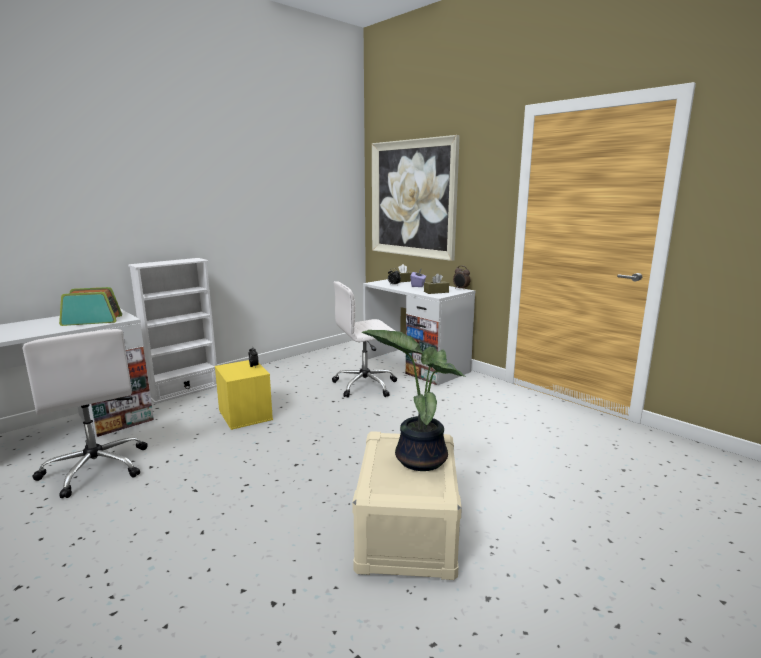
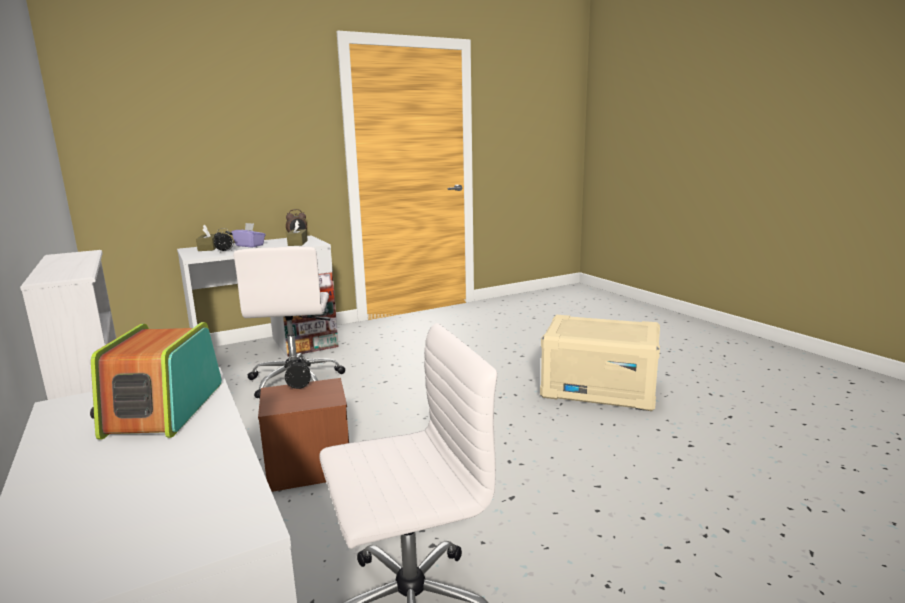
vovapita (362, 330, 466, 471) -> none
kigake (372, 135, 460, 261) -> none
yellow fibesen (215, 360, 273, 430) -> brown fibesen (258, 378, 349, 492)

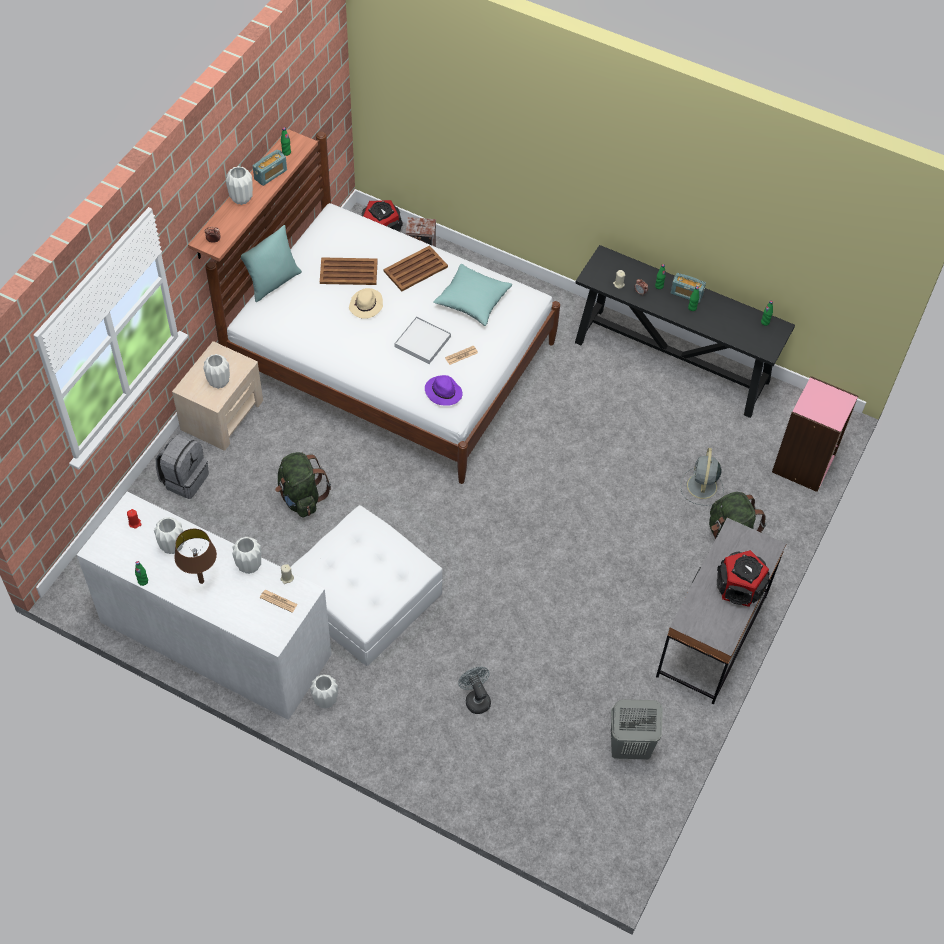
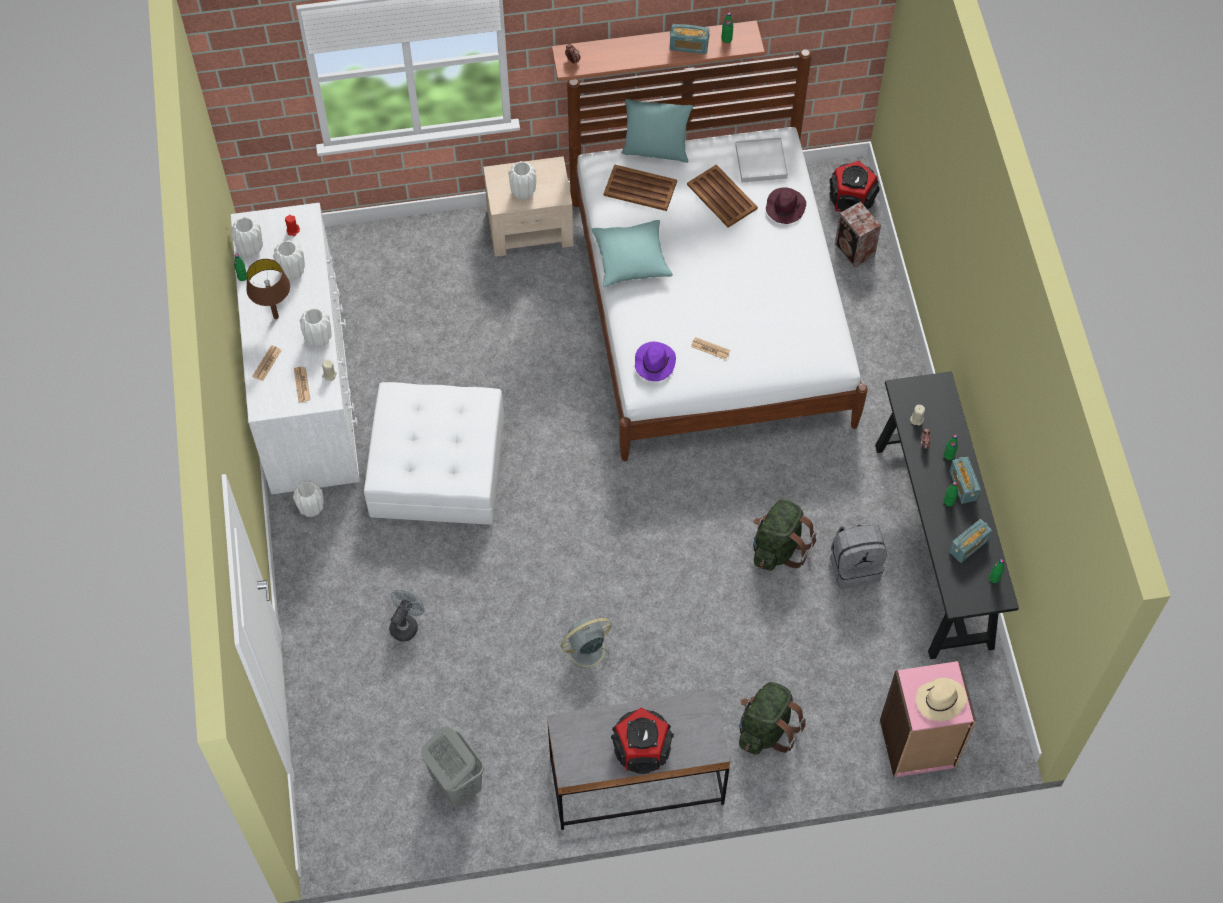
none -> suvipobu (252, 345, 282, 381)
none -> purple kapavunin (766, 187, 806, 224)
none -> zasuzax (949, 519, 992, 563)
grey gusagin (156, 434, 209, 499) -> grey gusagin (830, 523, 887, 589), moved
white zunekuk (226, 166, 253, 205) -> white zunekuk (231, 217, 263, 257), moved
green gusagin (275, 452, 331, 518) -> green gusagin (753, 499, 816, 571), moved
beige kapavunin (349, 288, 383, 319) -> beige kapavunin (916, 678, 967, 721), moved
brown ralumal (383, 245, 448, 291) -> brown ralumal (604, 164, 677, 211), moved
white ralumal (394, 316, 451, 364) -> white ralumal (735, 137, 788, 182), moved
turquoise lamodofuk (433, 264, 512, 326) -> turquoise lamodofuk (591, 220, 673, 287), moved
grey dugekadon (680, 448, 724, 506) -> grey dugekadon (558, 618, 617, 677), moved

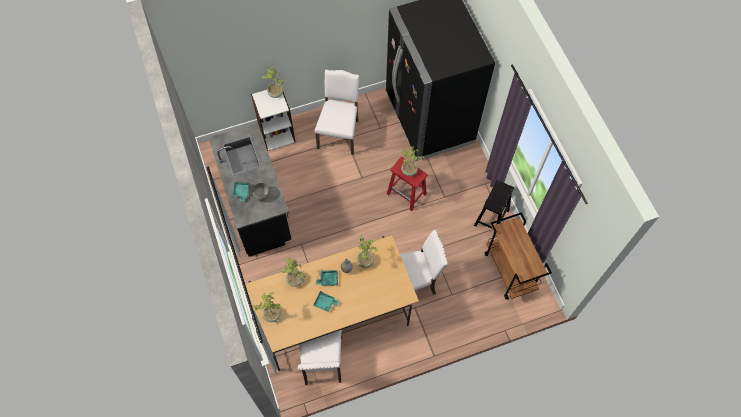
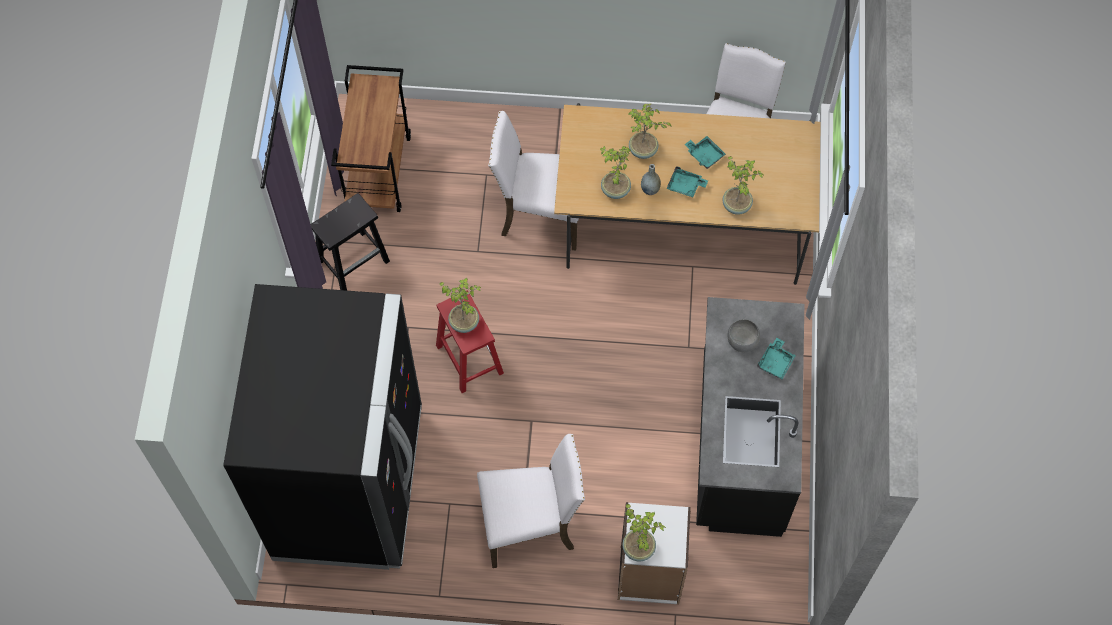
vovapita (252, 292, 281, 322) -> vovapita (628, 103, 671, 159), moved
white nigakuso (315, 69, 359, 155) -> white nigakuso (477, 434, 585, 568), 135 degrees counterclockwise

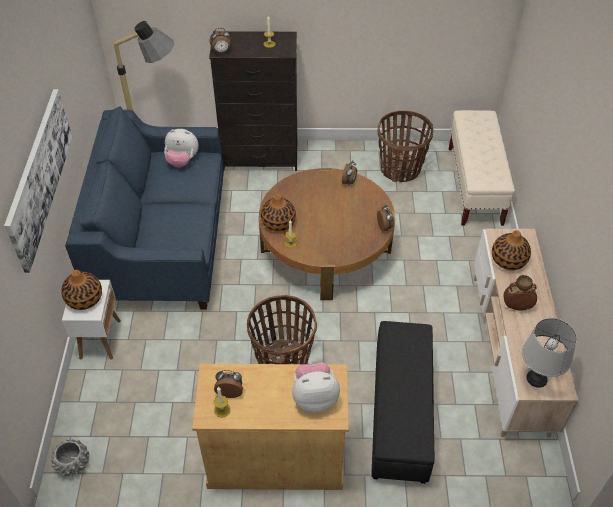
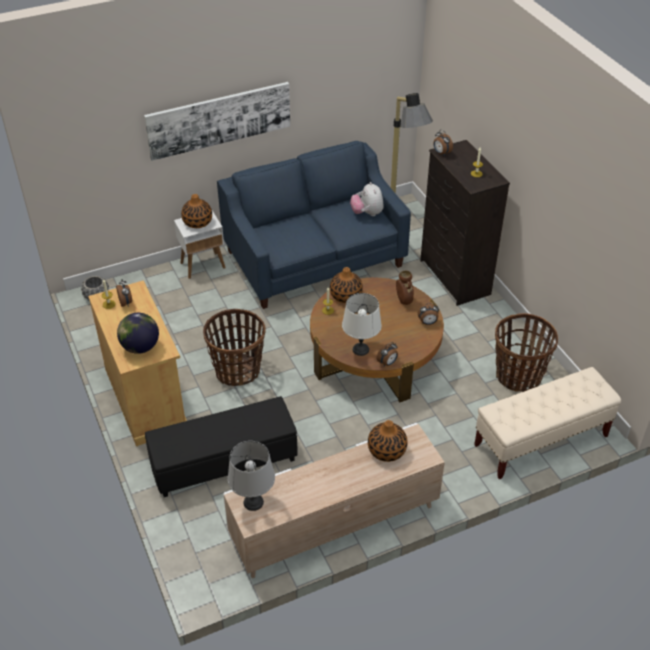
none -> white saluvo (342, 293, 382, 356)
brown zunekuk (503, 275, 537, 310) -> brown zunekuk (396, 270, 414, 305), moved
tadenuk (292, 363, 340, 413) -> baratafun (117, 313, 159, 354)

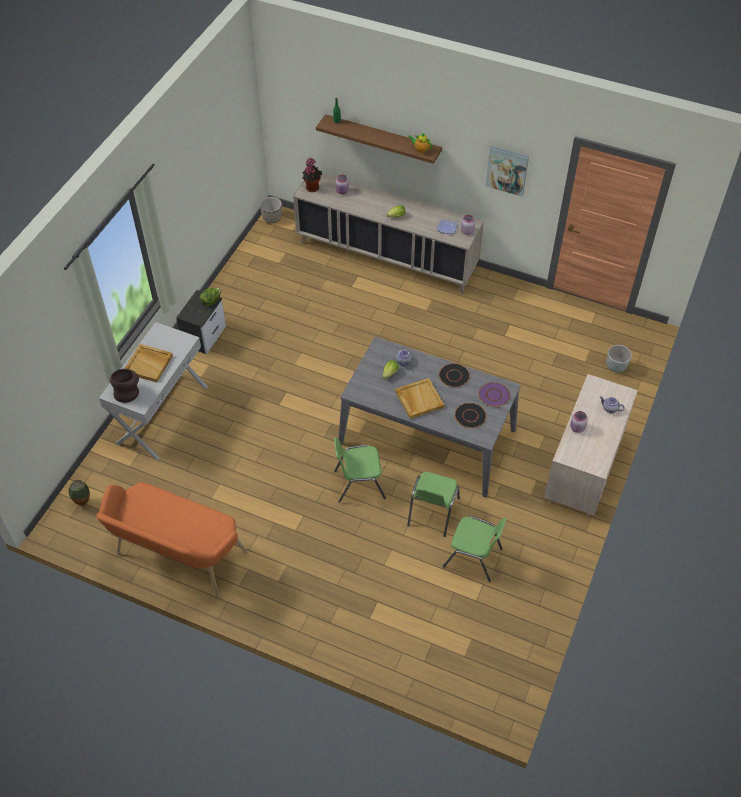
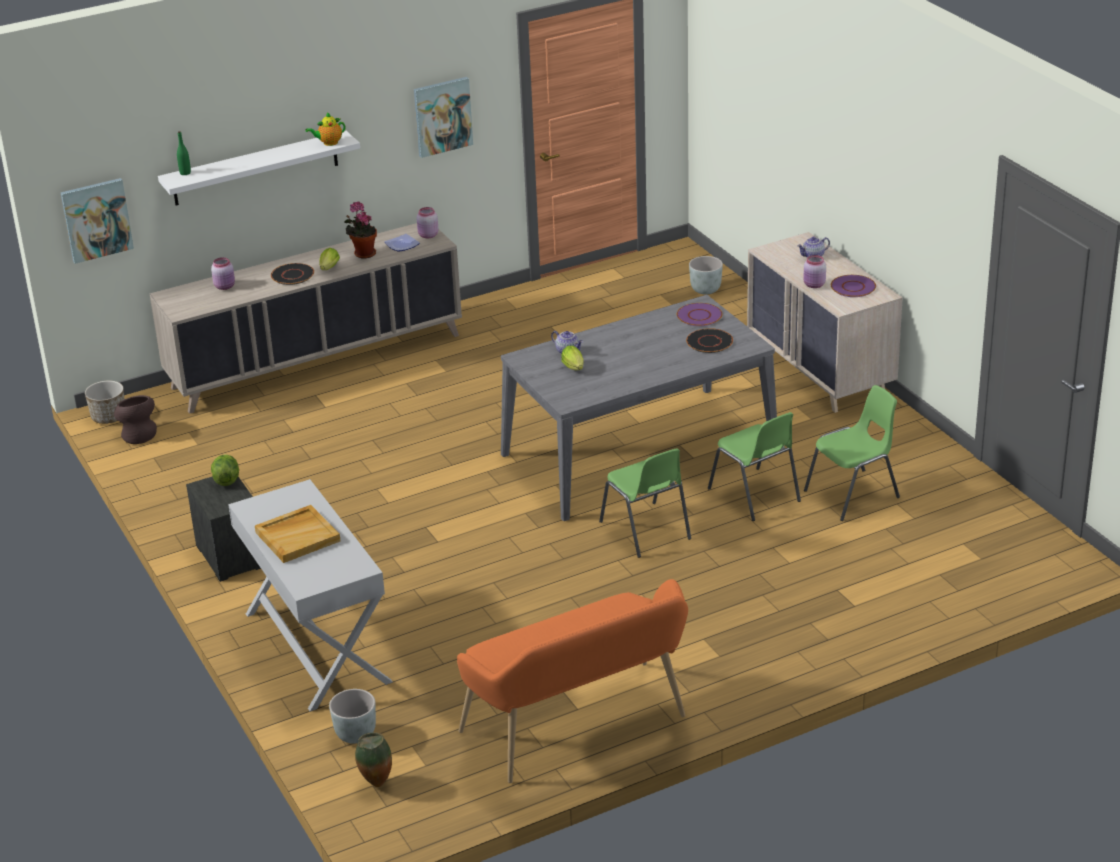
beige ralumal (395, 378, 444, 419) -> none
none -> kigake (61, 178, 134, 264)
none -> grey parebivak (329, 689, 376, 744)
none -> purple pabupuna (831, 275, 876, 297)
brown zunekuk (110, 369, 139, 403) -> brown zunekuk (114, 395, 157, 444), moved
vovapita (303, 158, 322, 192) -> vovapita (345, 202, 377, 259), moved
black pabupuna (439, 363, 470, 387) -> black pabupuna (271, 263, 314, 285), moved
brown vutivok (316, 114, 442, 164) -> white vutivok (158, 131, 360, 205)
green nigakuso (334, 437, 386, 503) -> green nigakuso (599, 448, 691, 558), 60 degrees counterclockwise

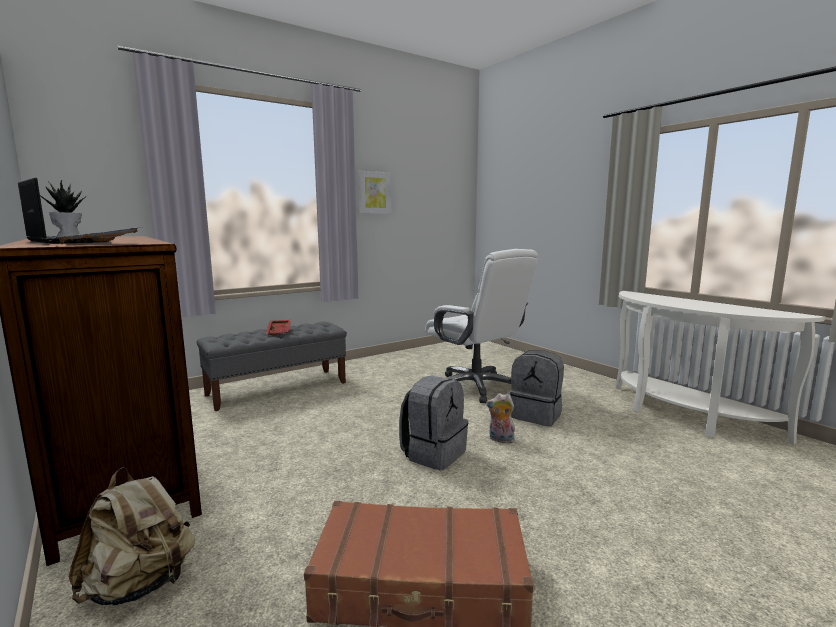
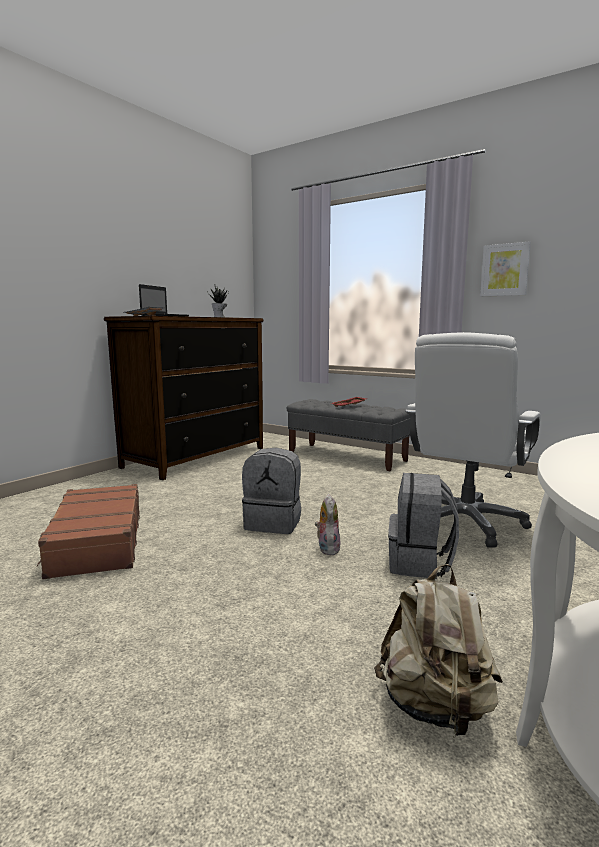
beige gusagin (69, 467, 195, 605) -> beige gusagin (374, 564, 503, 737), moved

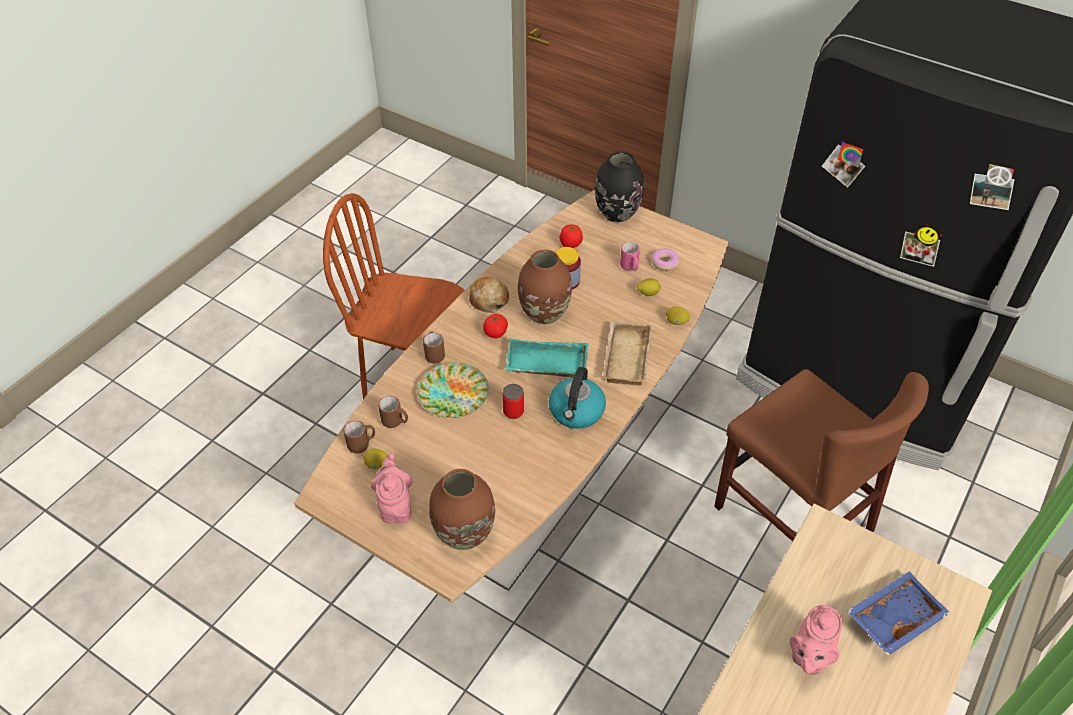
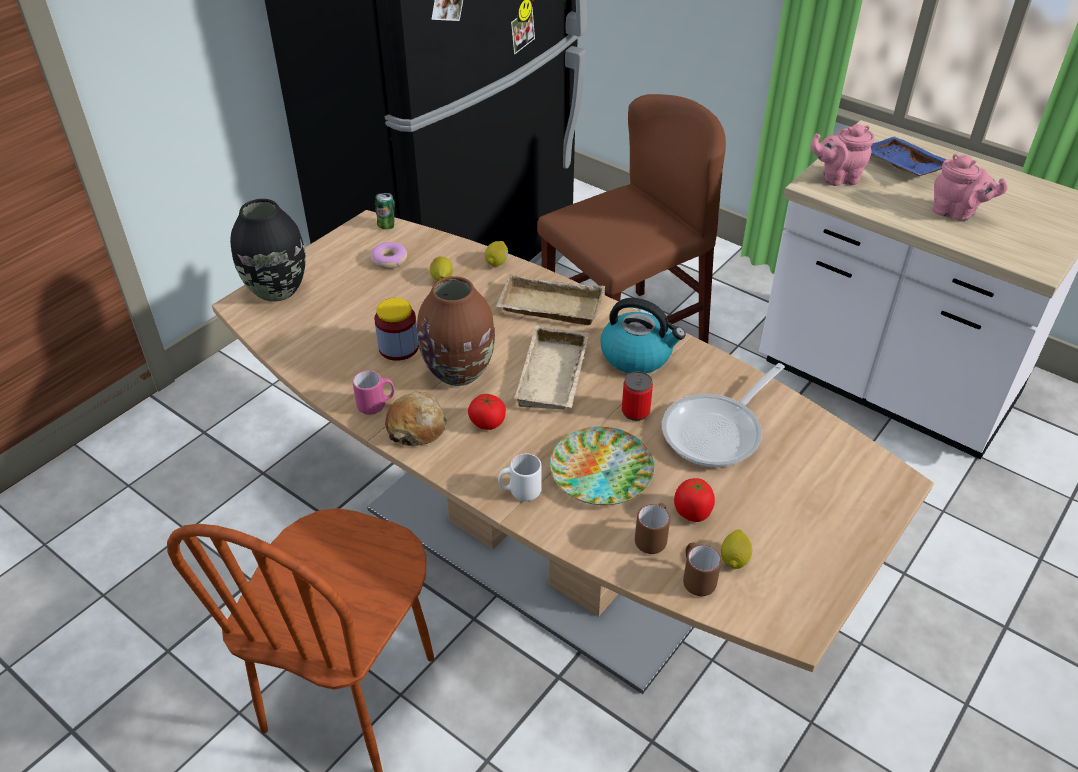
brown zunekuk (429, 469, 495, 550) -> none
none -> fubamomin (375, 193, 395, 229)
none -> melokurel (662, 363, 785, 467)
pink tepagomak (371, 454, 413, 523) -> pink tepagomak (810, 124, 875, 186), moved
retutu (560, 224, 583, 248) -> retutu (674, 478, 715, 522), moved
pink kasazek (620, 242, 640, 271) -> pink kasazek (353, 371, 395, 415), moved
brown kasazek (423, 331, 445, 363) -> white kasazek (498, 454, 542, 501)
turquoise ralumal (505, 339, 588, 378) -> beige ralumal (514, 325, 589, 410)

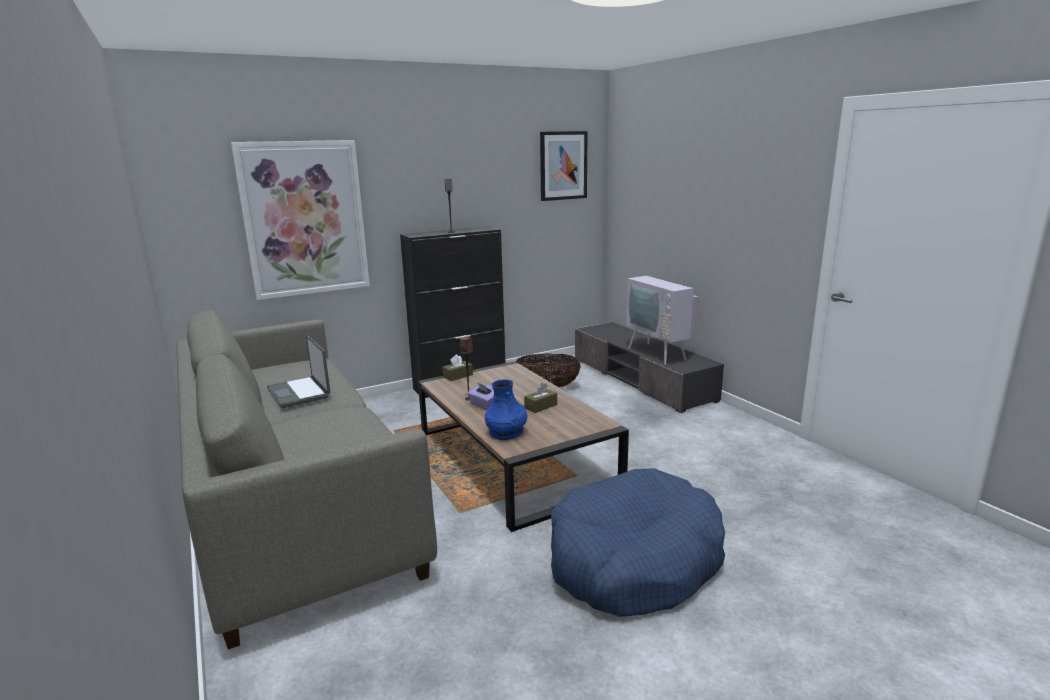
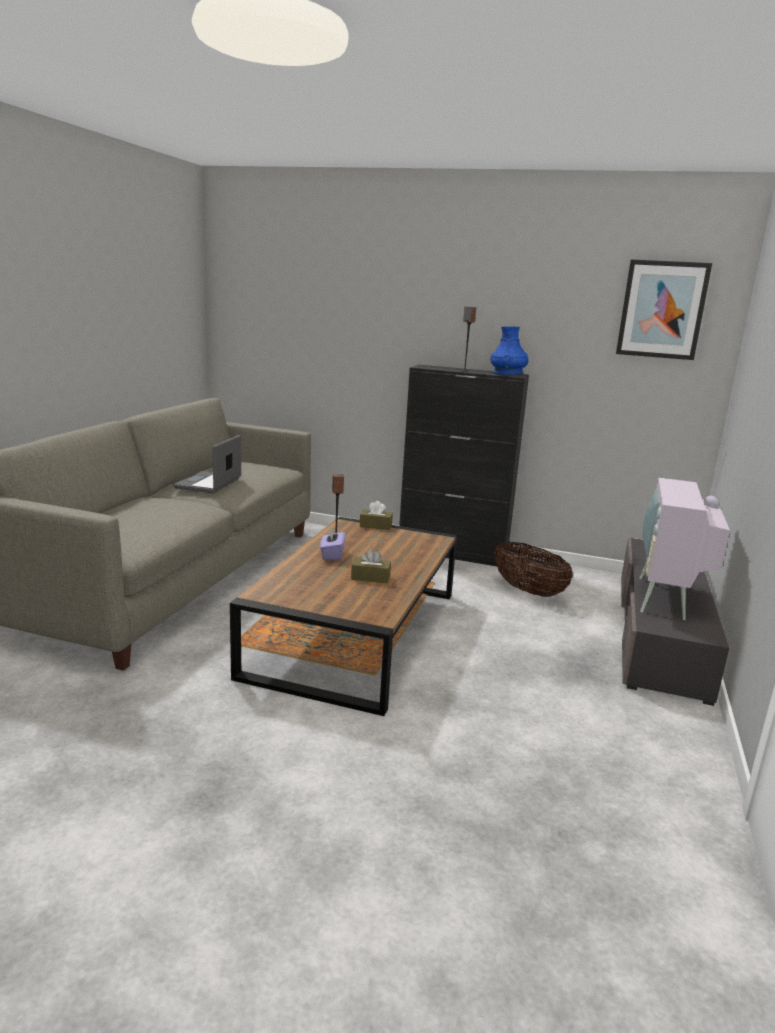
kigake (231, 140, 370, 300) -> none
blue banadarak (551, 468, 725, 617) -> none
blue zunekuk (485, 379, 527, 440) -> blue zunekuk (490, 327, 529, 375), moved

